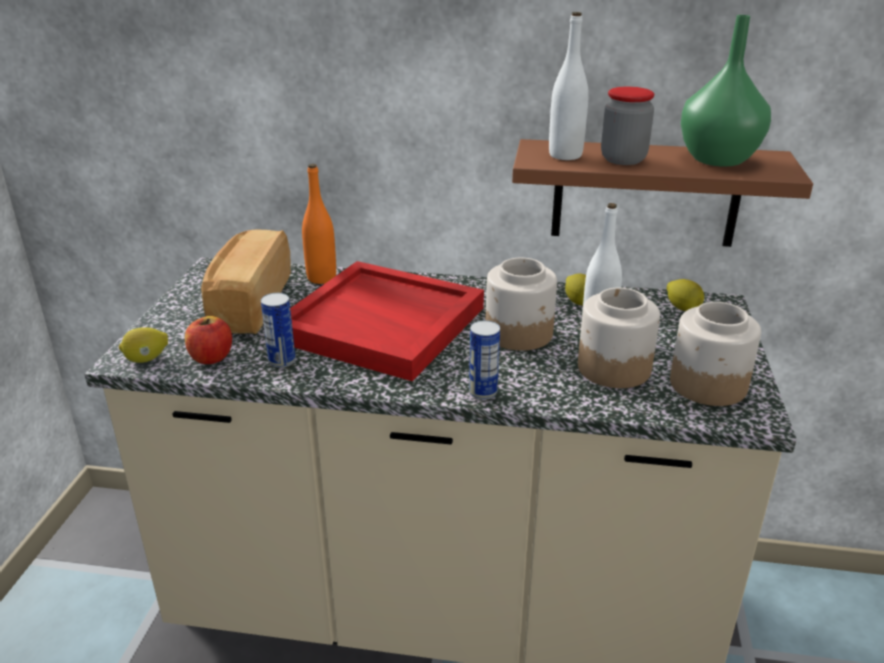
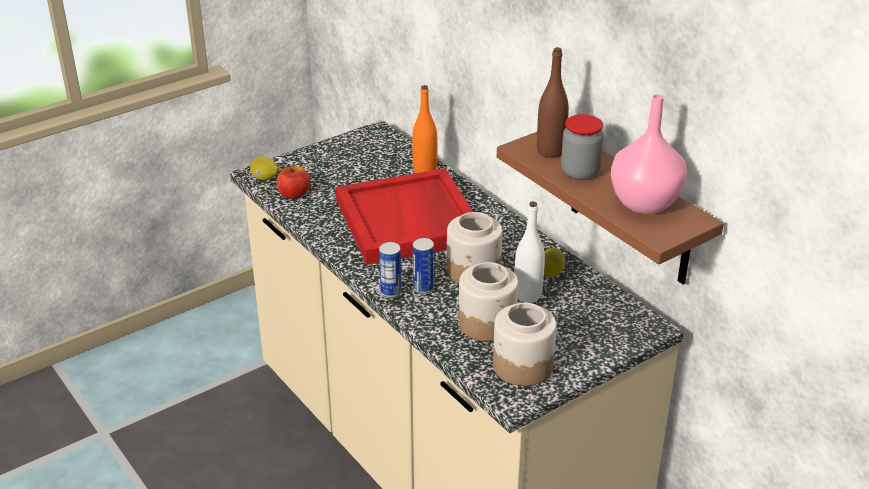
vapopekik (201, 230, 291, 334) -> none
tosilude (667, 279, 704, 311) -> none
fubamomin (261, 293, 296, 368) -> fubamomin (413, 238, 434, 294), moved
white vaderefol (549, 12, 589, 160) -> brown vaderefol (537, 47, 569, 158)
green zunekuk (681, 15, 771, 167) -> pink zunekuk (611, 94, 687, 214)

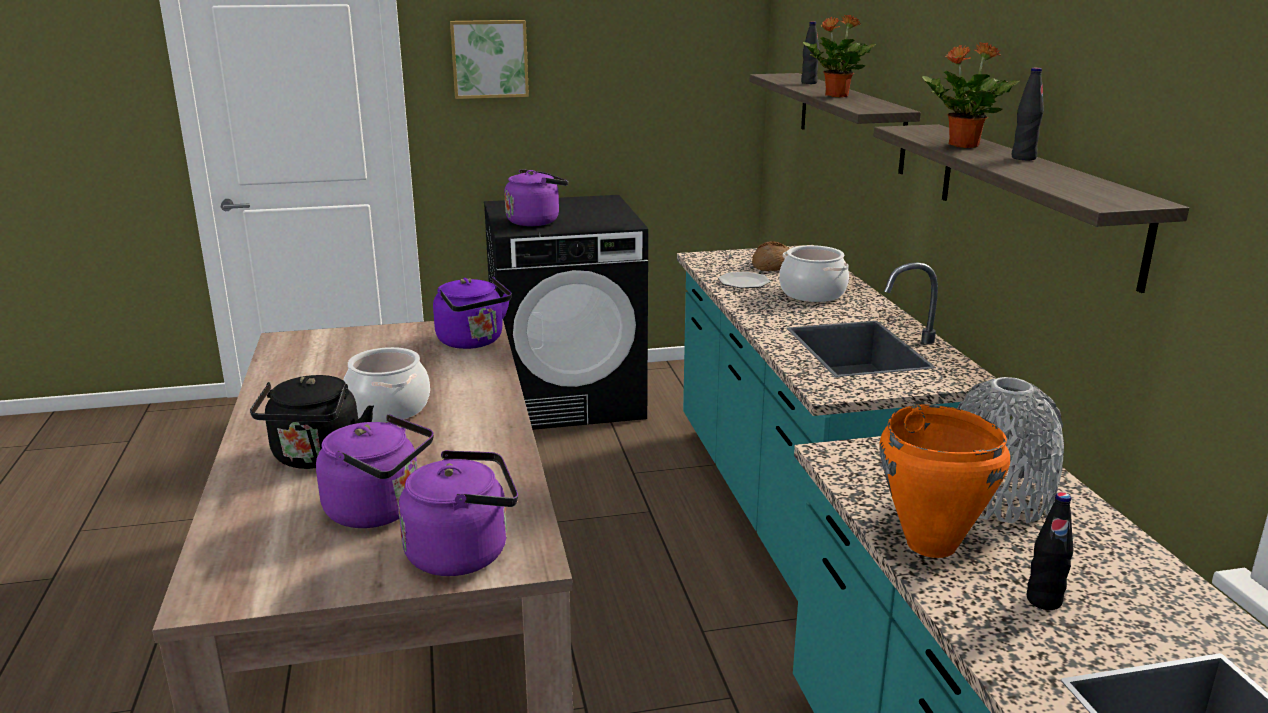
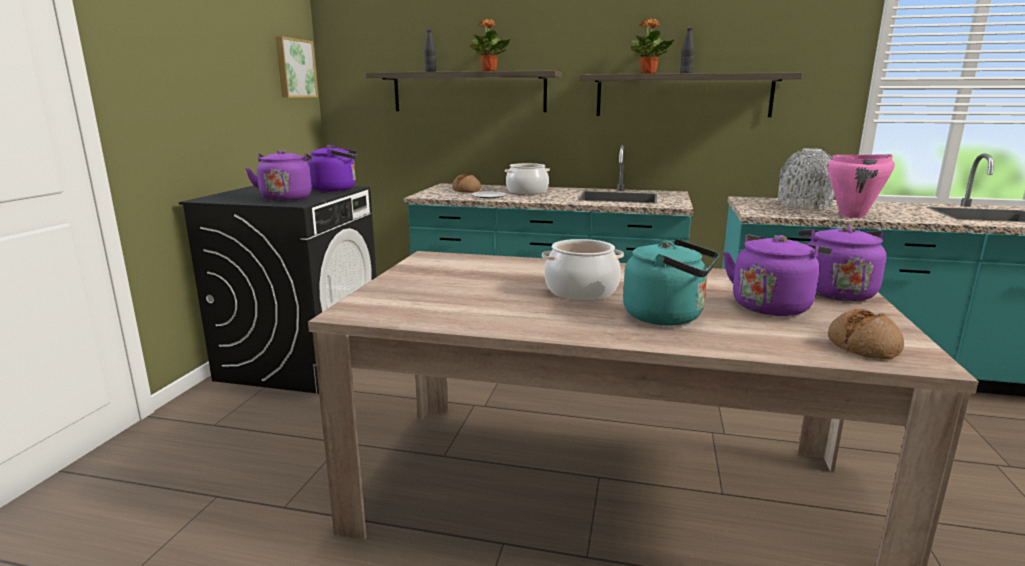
black vaderefol (1027, 492, 1073, 610) -> none
none -> vapopekik (828, 309, 904, 360)
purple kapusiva (433, 277, 512, 349) -> purple kapusiva (307, 145, 358, 192), moved
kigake (450, 20, 529, 99) -> kigake (276, 36, 318, 98), moved
black kapusiva (250, 375, 374, 469) -> turquoise kapusiva (623, 239, 719, 326)
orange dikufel (879, 405, 1010, 558) -> pink dikufel (828, 154, 895, 218)

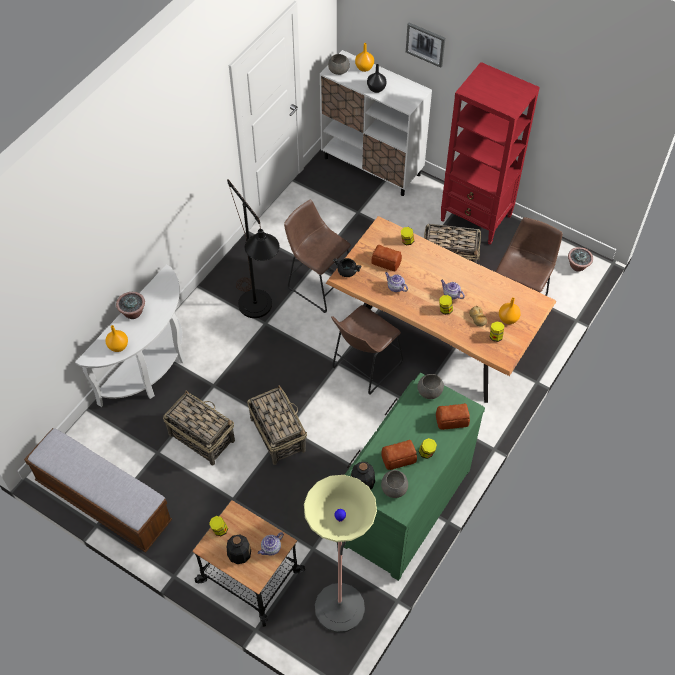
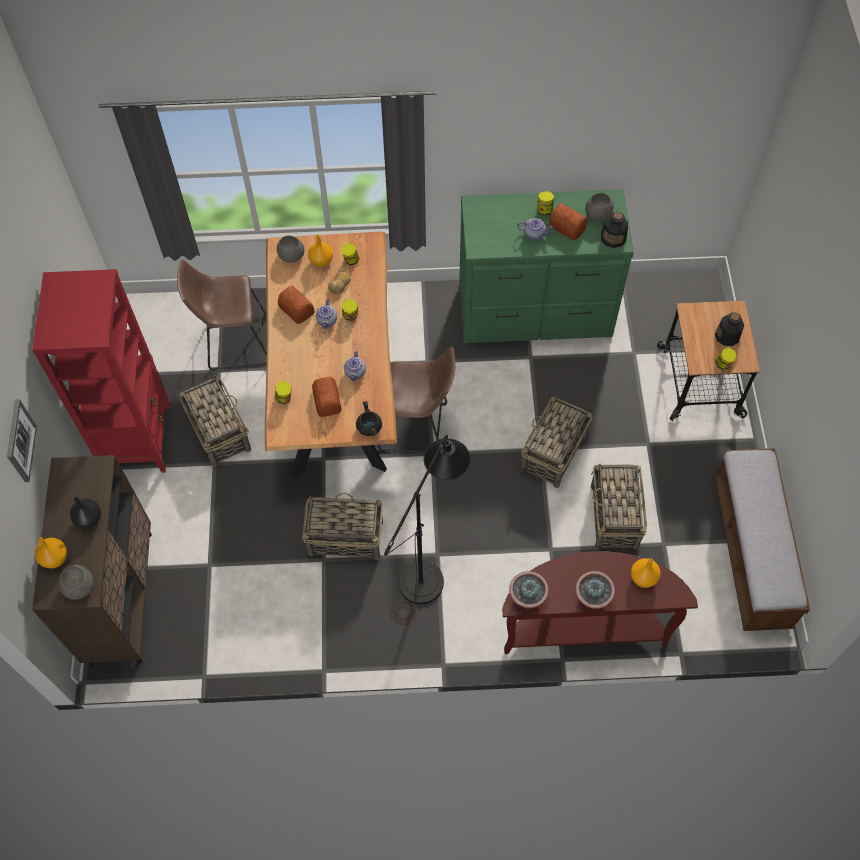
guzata (304, 475, 377, 633) -> none
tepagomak (258, 532, 284, 556) -> tepagomak (518, 218, 553, 240), moved
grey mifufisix (417, 374, 444, 399) -> grey mifufisix (277, 236, 304, 263), moved
vapopekik (436, 403, 470, 430) -> vapopekik (278, 286, 314, 324), moved
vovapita (568, 247, 593, 272) -> vovapita (509, 571, 549, 608), moved
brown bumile (284, 200, 351, 313) -> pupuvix (302, 493, 383, 560)
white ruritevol (75, 264, 185, 407) -> brown ruritevol (502, 552, 698, 654)
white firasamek (320, 50, 432, 196) -> brown firasamek (32, 455, 152, 666)

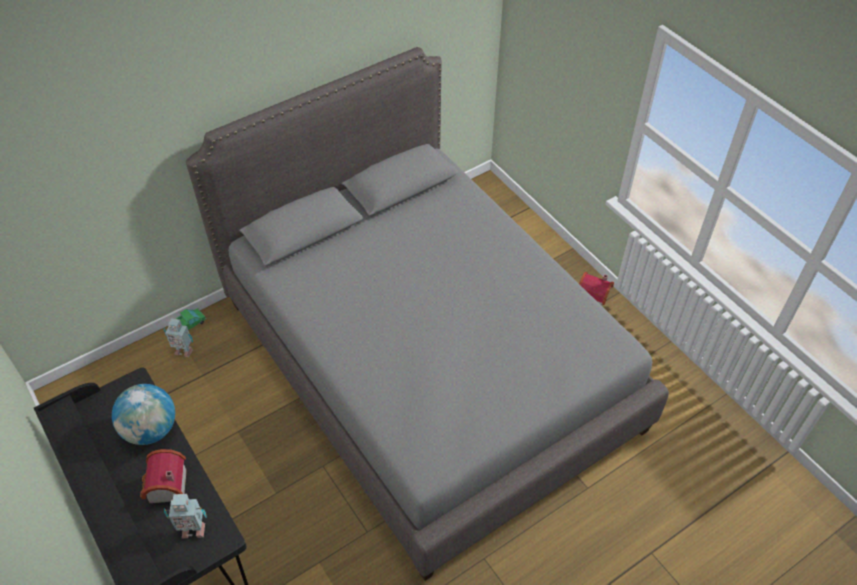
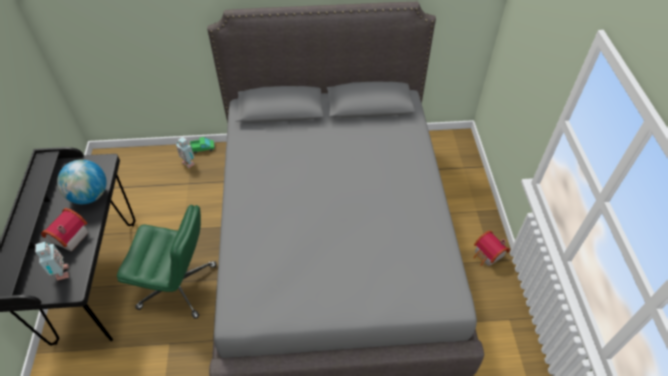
none -> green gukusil (117, 205, 217, 319)
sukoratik (164, 494, 207, 538) -> sukoratik (35, 242, 69, 281), 135 degrees counterclockwise

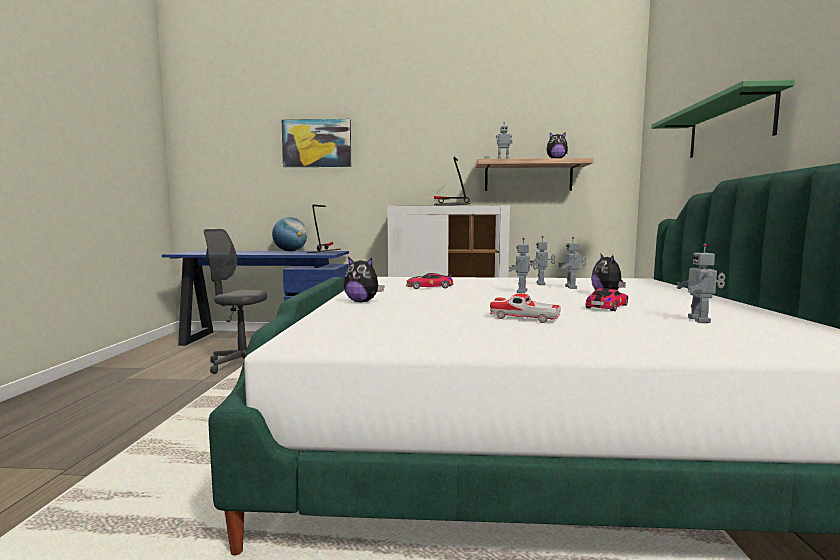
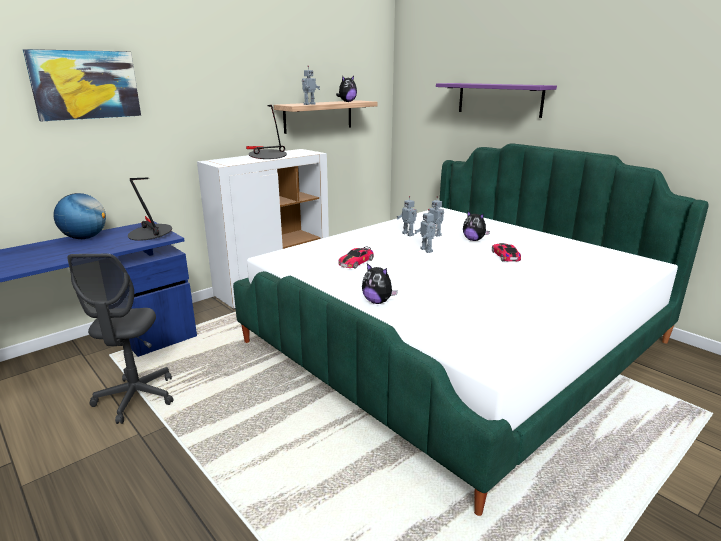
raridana (490, 293, 561, 323) -> none
sukoratik (676, 244, 725, 323) -> none
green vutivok (651, 80, 795, 158) -> purple vutivok (436, 83, 557, 118)
grey gukusil (204, 229, 267, 374) -> grey gukusil (67, 254, 174, 424), 60 degrees counterclockwise
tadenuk (343, 257, 384, 302) -> tadenuk (362, 263, 398, 304), 60 degrees clockwise

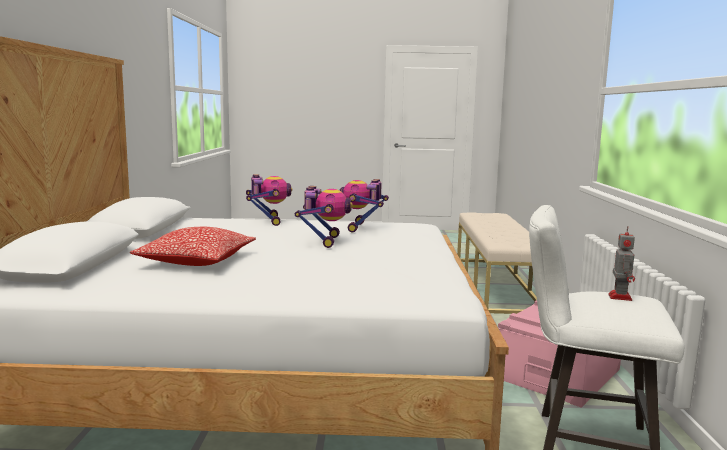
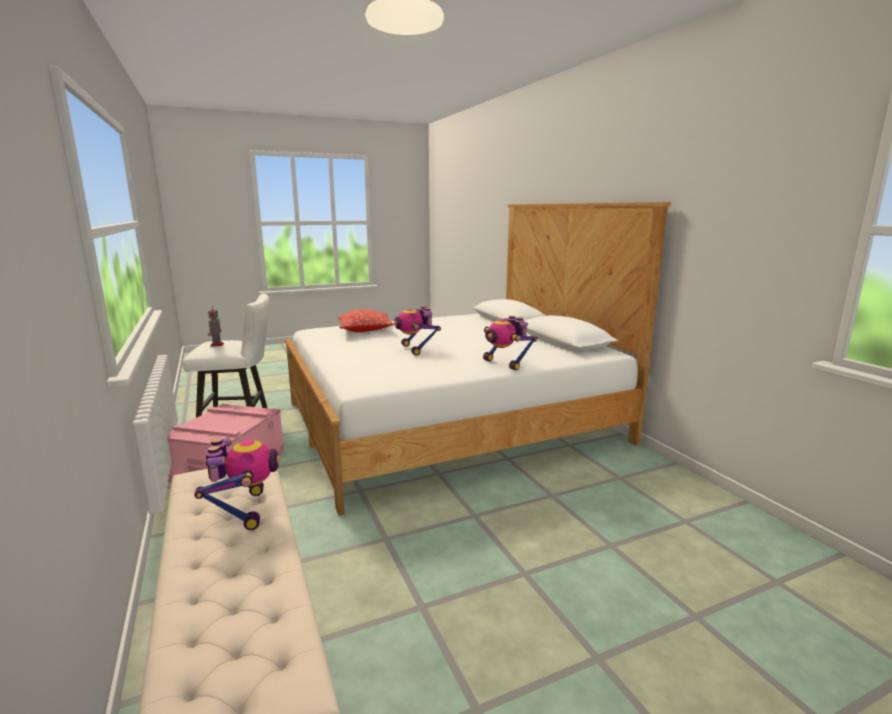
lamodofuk (130, 227, 256, 266) -> lamodofuk (337, 309, 394, 332), moved
sukoratik (339, 179, 389, 233) -> sukoratik (194, 438, 280, 530), moved

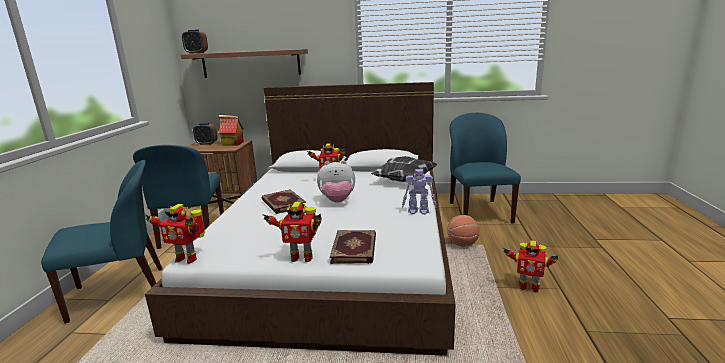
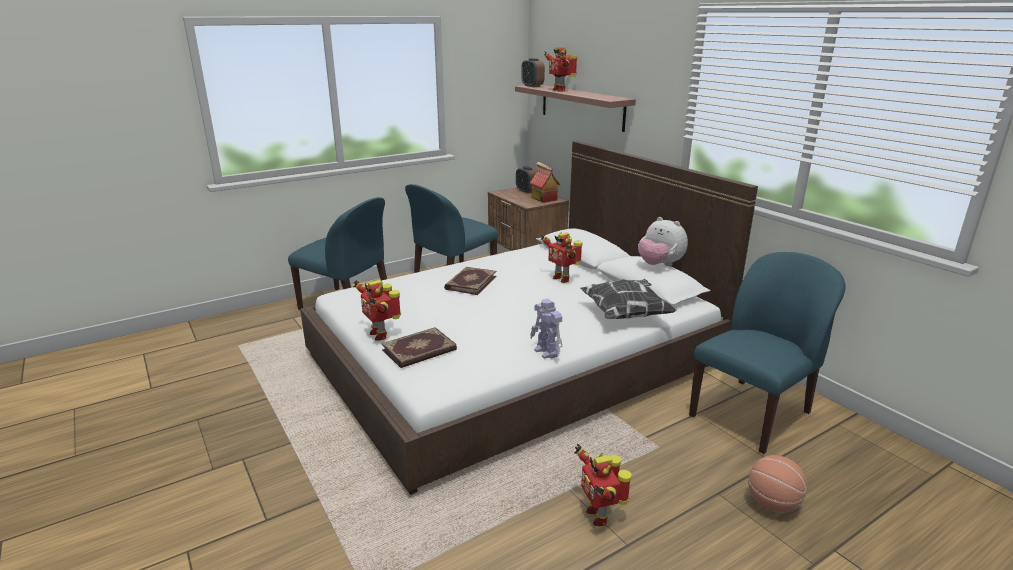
sukoratik (145, 204, 205, 264) -> sukoratik (544, 47, 577, 92), moved
tadenuk (317, 160, 355, 203) -> tadenuk (638, 217, 688, 266), moved
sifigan (447, 215, 479, 246) -> sifigan (748, 455, 807, 513), moved

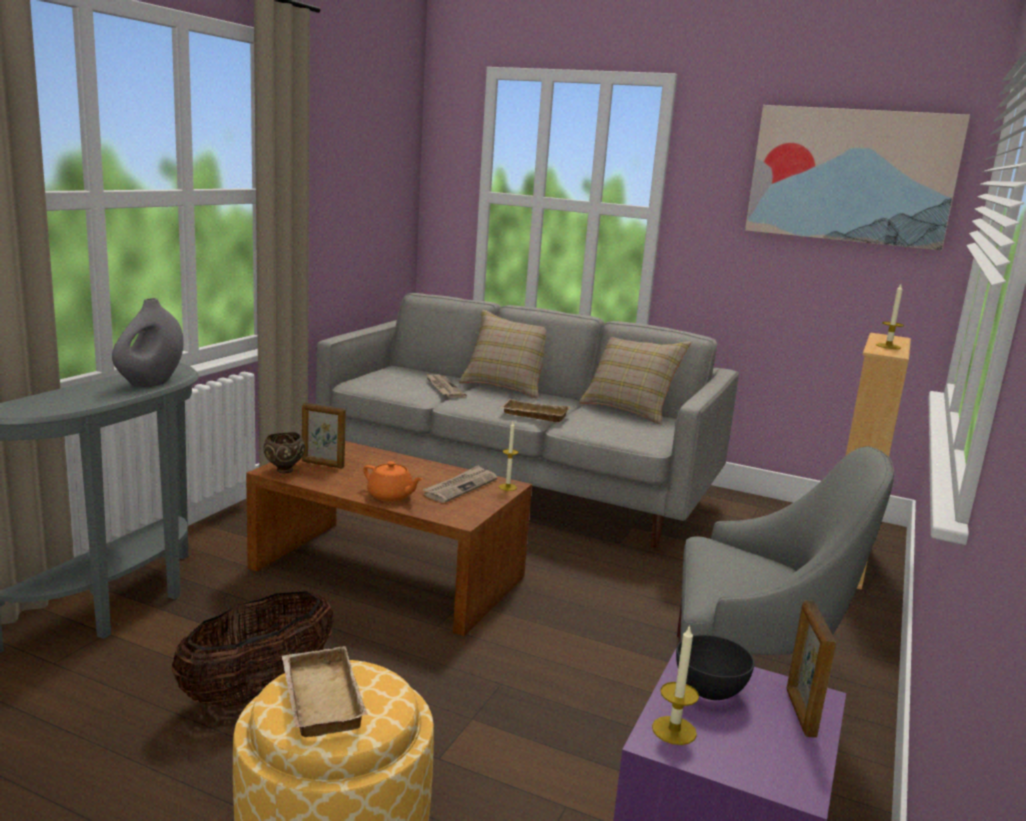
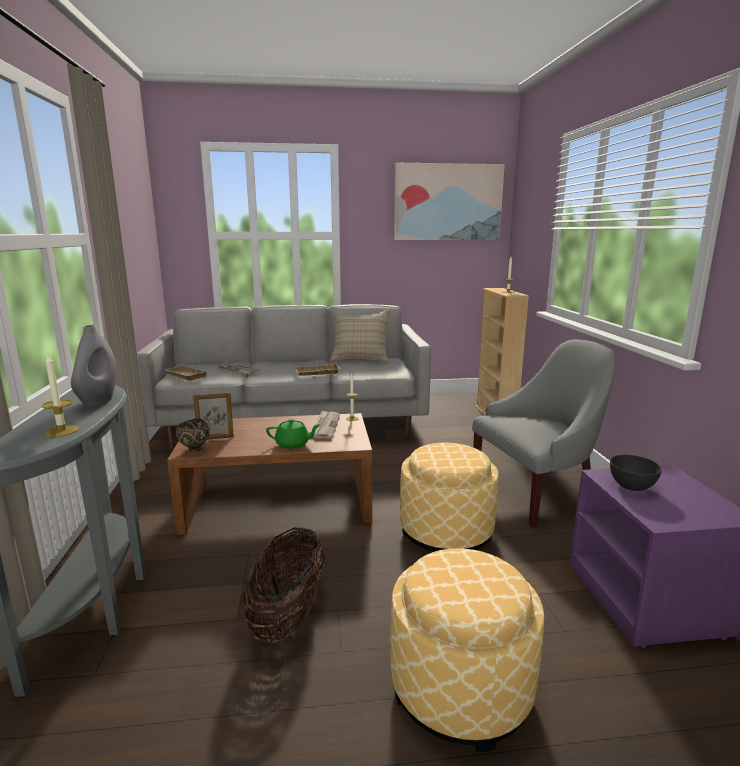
beige lamodofuk (459, 310, 546, 399) -> none
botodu (786, 600, 836, 737) -> none
none -> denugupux (400, 443, 499, 552)
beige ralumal (281, 646, 368, 737) -> beige ralumal (165, 365, 208, 381), moved
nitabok (652, 625, 699, 745) -> nitabok (42, 355, 79, 437), moved
orange tepagomak (363, 461, 422, 502) -> green tepagomak (266, 419, 320, 449)

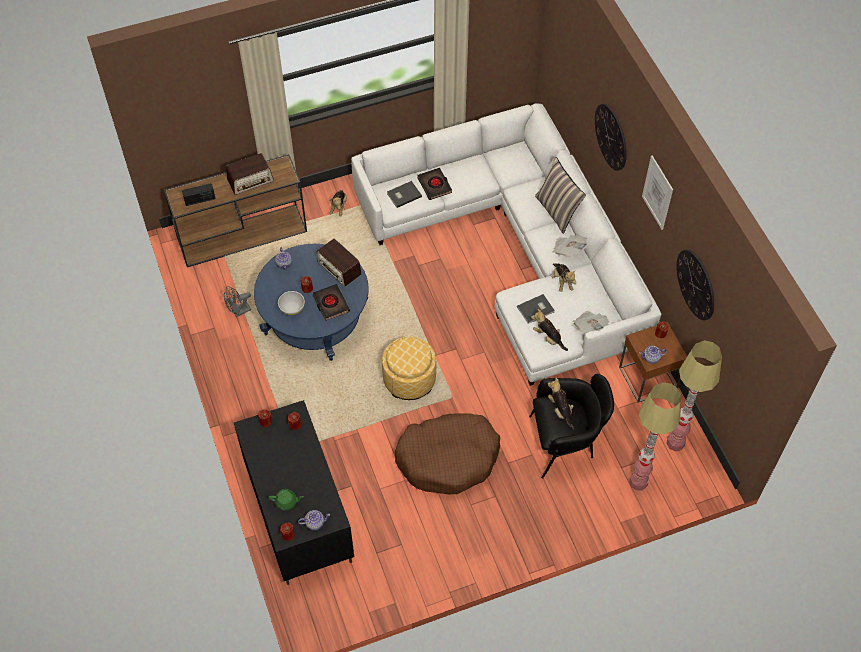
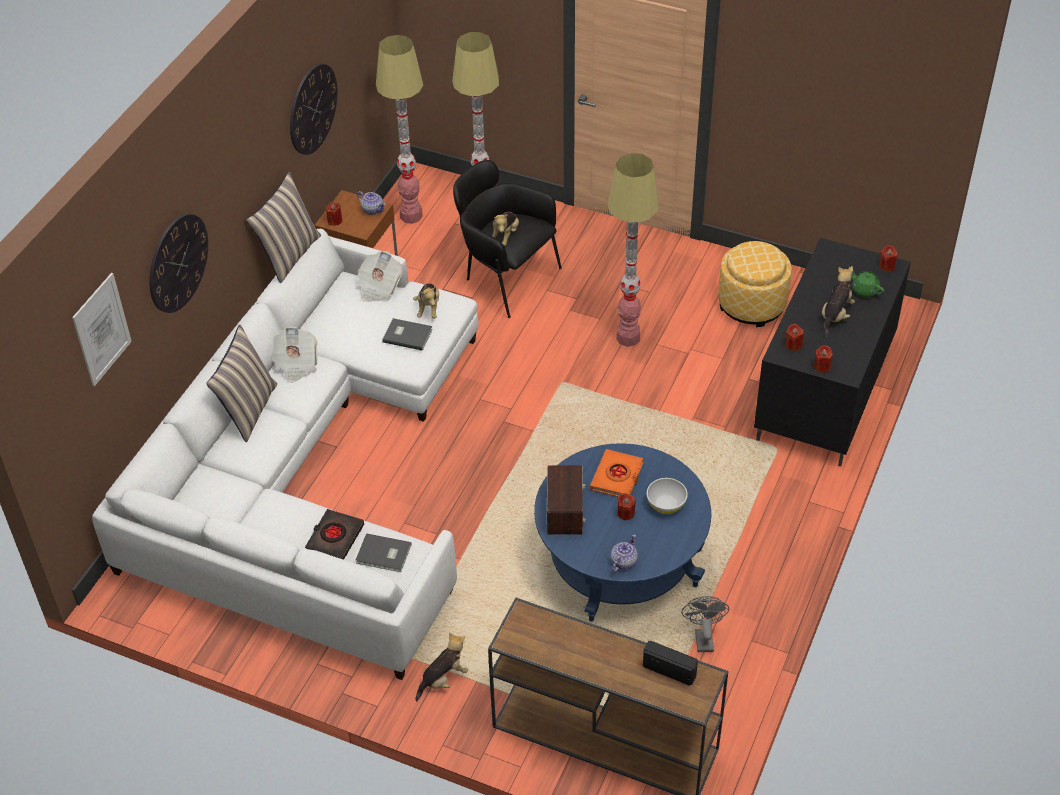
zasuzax (226, 153, 274, 195) -> none
tepagomak (298, 510, 330, 530) -> none
none -> lamodofuk (246, 172, 321, 283)
denugupux (382, 337, 436, 400) -> denugupux (718, 241, 792, 327), moved
tadenuk (552, 263, 576, 292) -> tadenuk (822, 266, 855, 338), moved
kigake (642, 155, 673, 230) -> kigake (72, 273, 132, 386), moved
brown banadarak (395, 413, 500, 494) -> guzata (608, 153, 658, 347)
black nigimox (313, 284, 350, 321) -> orange nigimox (590, 449, 643, 497)
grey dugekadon (224, 286, 251, 317) -> grey dugekadon (681, 596, 729, 652), 105 degrees counterclockwise

